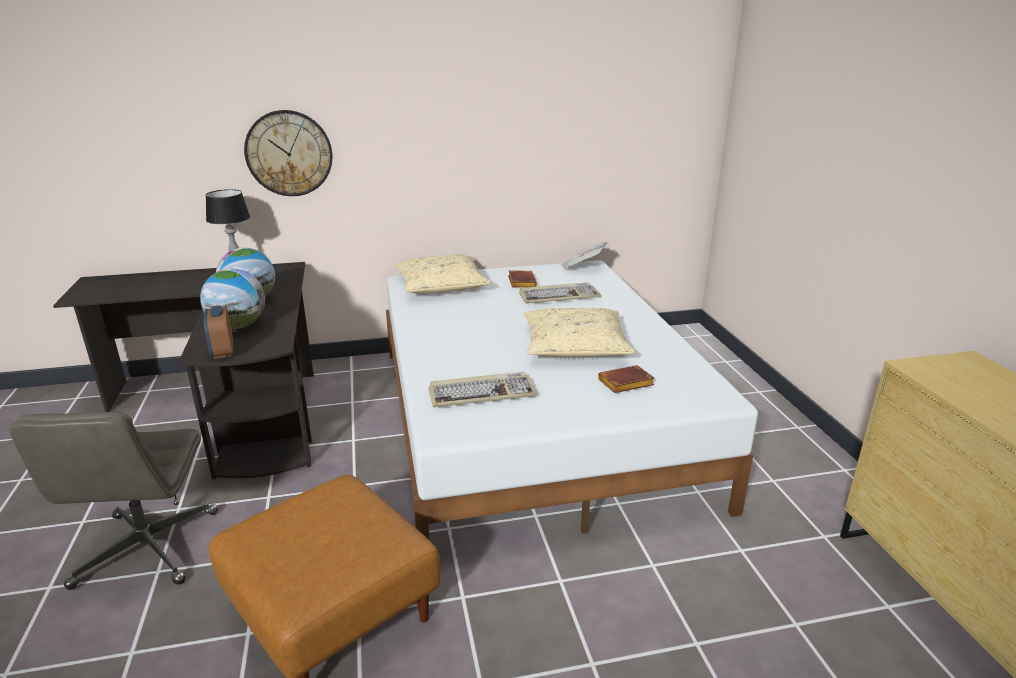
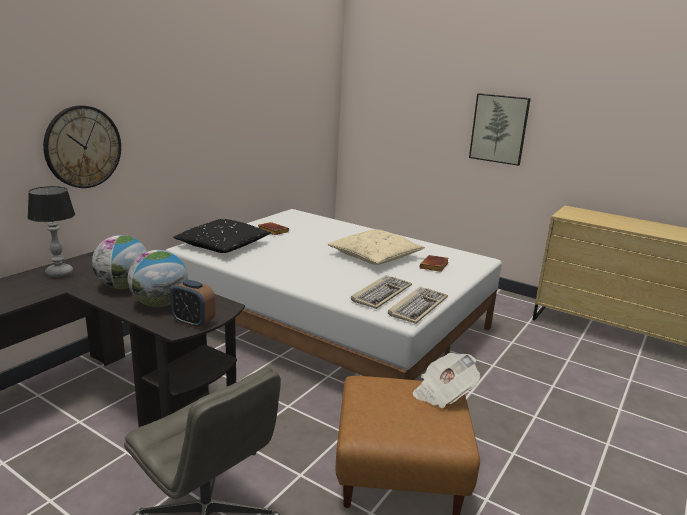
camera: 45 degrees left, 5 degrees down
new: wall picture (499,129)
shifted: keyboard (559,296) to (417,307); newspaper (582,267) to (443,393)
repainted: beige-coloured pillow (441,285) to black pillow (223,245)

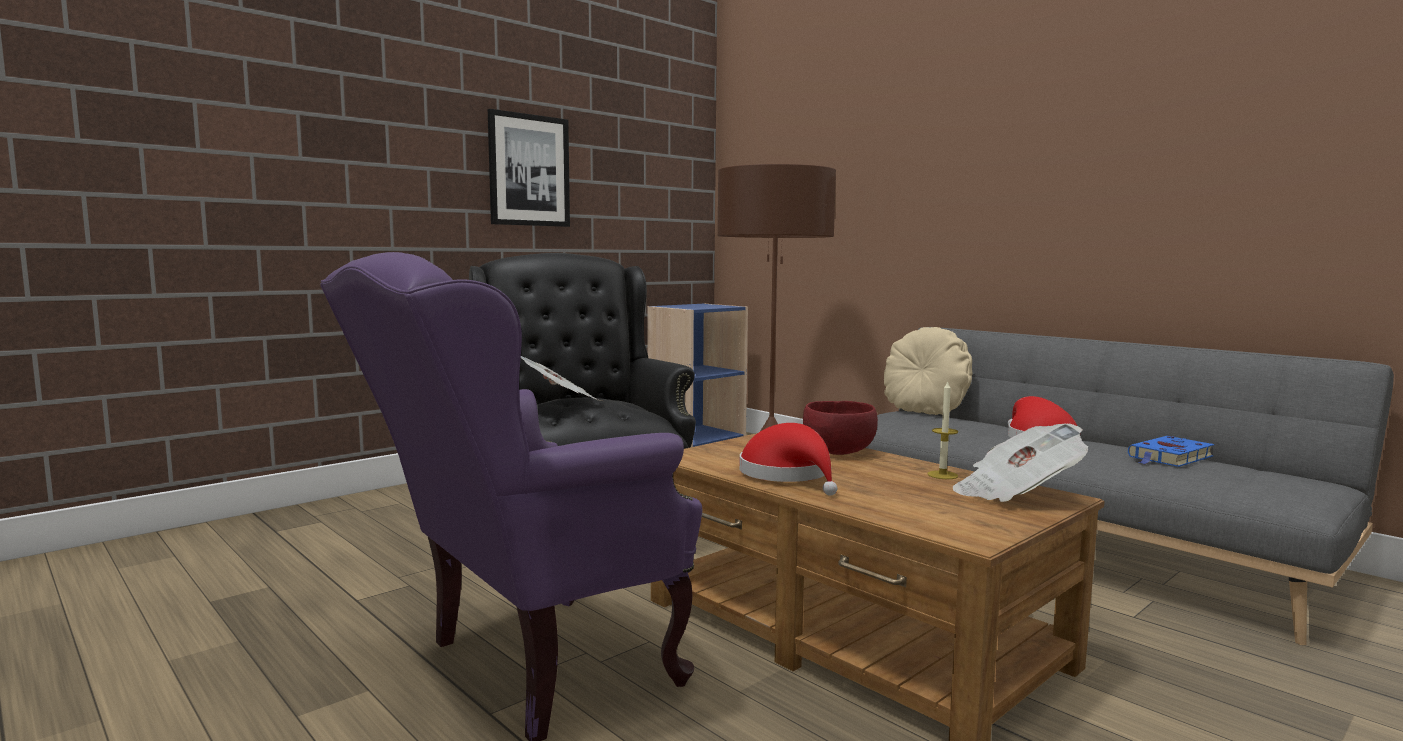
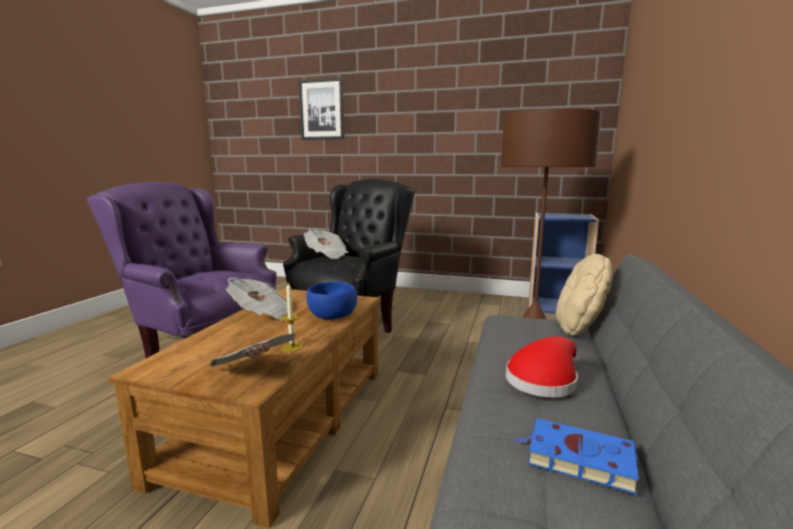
camera: 60 degrees right, 5 degrees up
shifted: wall picture (529,170) to (322,109)
swapped: reddish clothing hat (788,475) to newspaper (262,315)
repainted: reddish deep dish (839,451) to bluish deep dish (333,316)

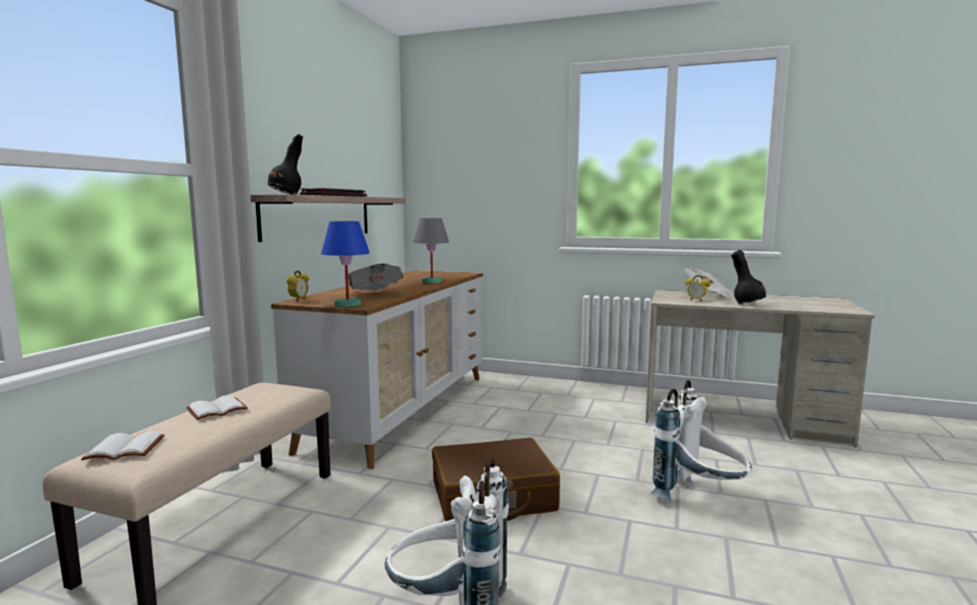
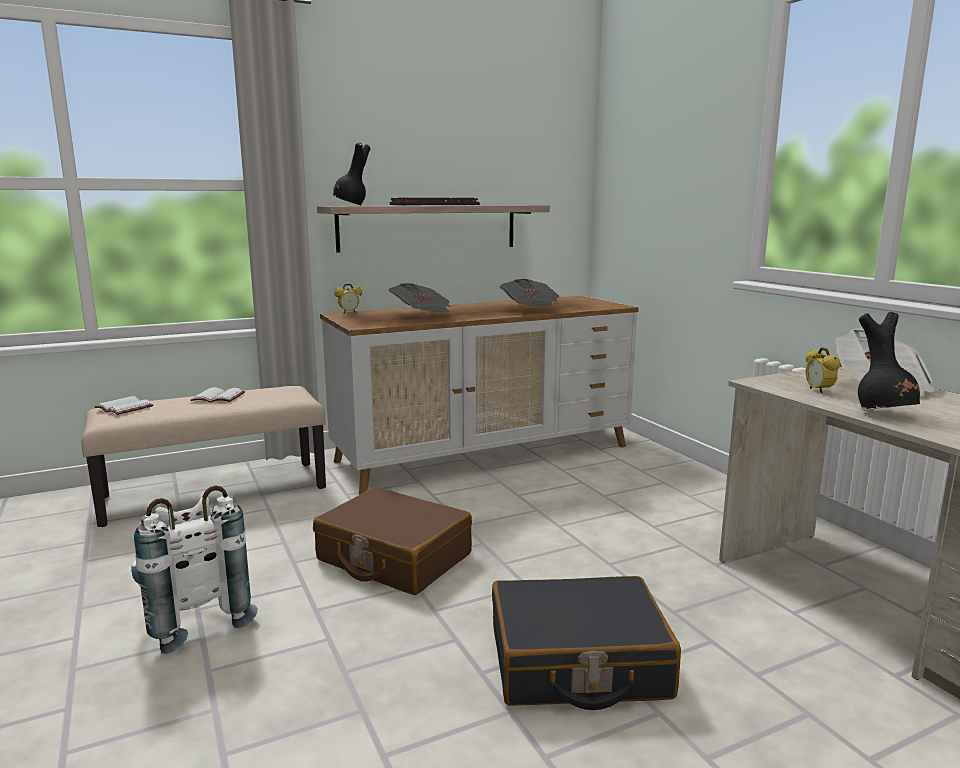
camera: 45 degrees right, 5 degrees up
gone: bluish lamp for a table (348,304)
swapped: greyish lamp for a table (431,281) to newspaper (531,310); white knapsack (699,498) to black suitcase (578,663)

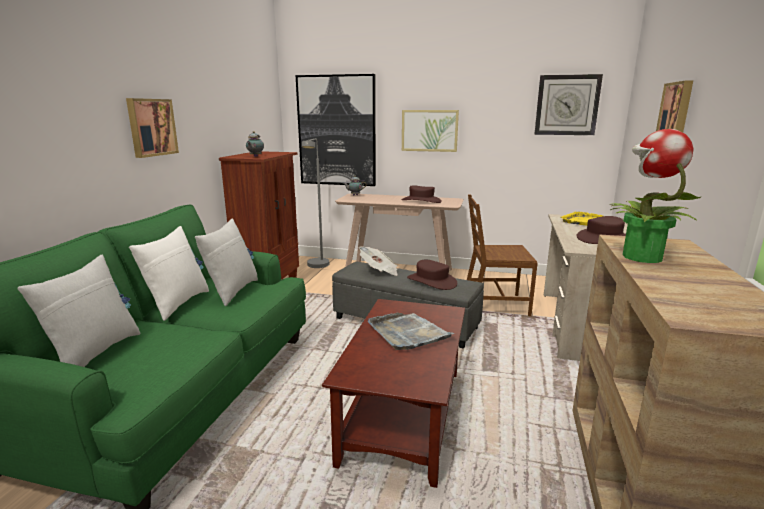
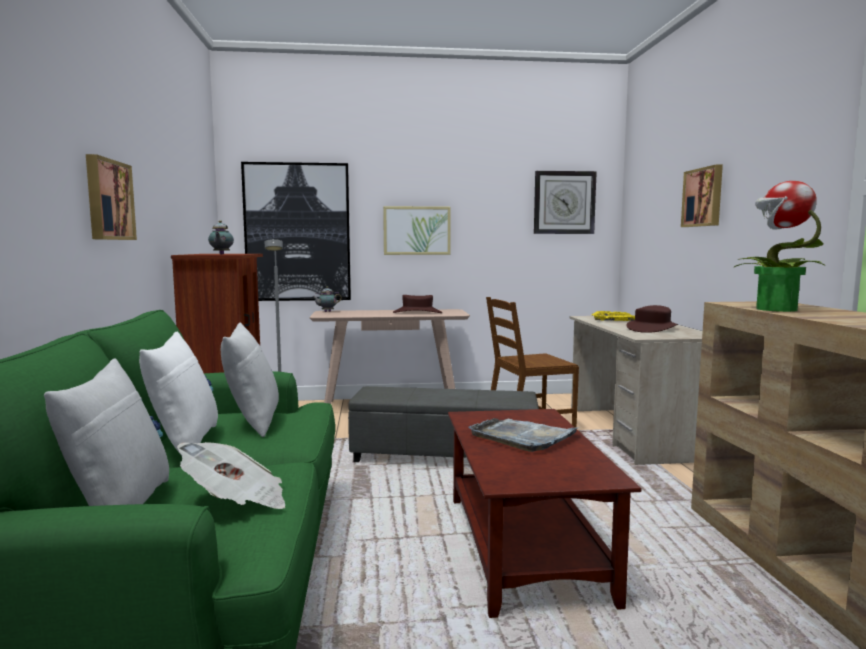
camera: 20 degrees left, 10 degrees down
gone: brownish clothing hat (432,281)
shifted: newspaper (379,271) to (237,501)

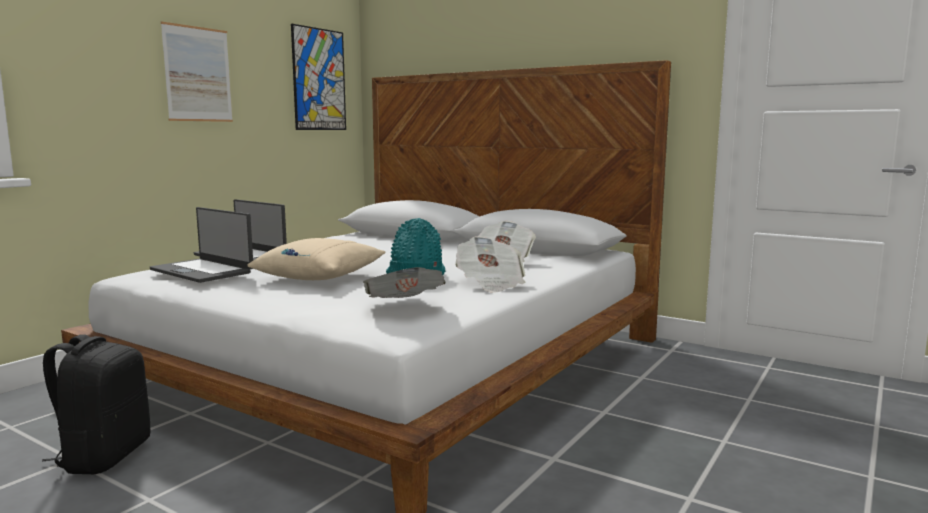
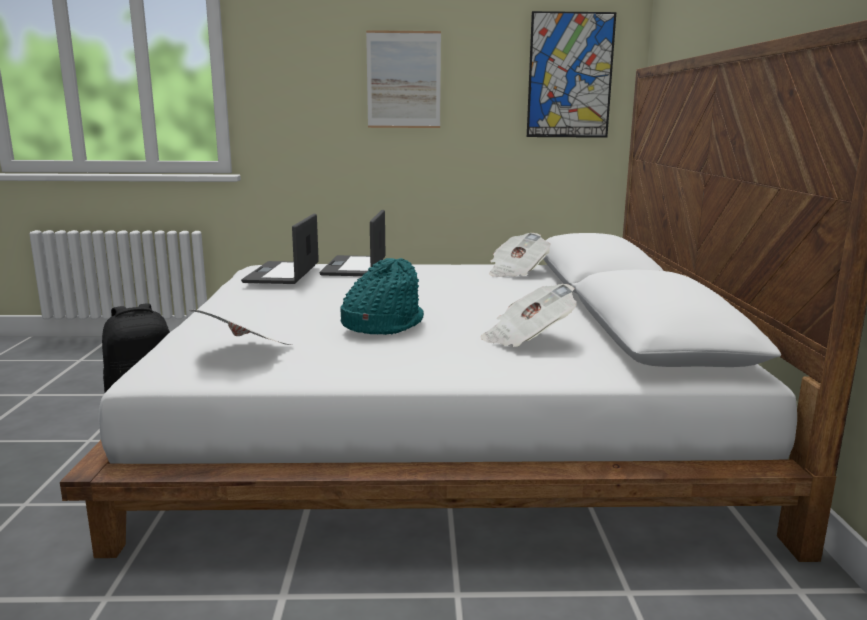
camera: 55 degrees right, 5 degrees up
gone: beige-coloured pillow (319,277)
shifted: newspaper (490,284) to (516,272)

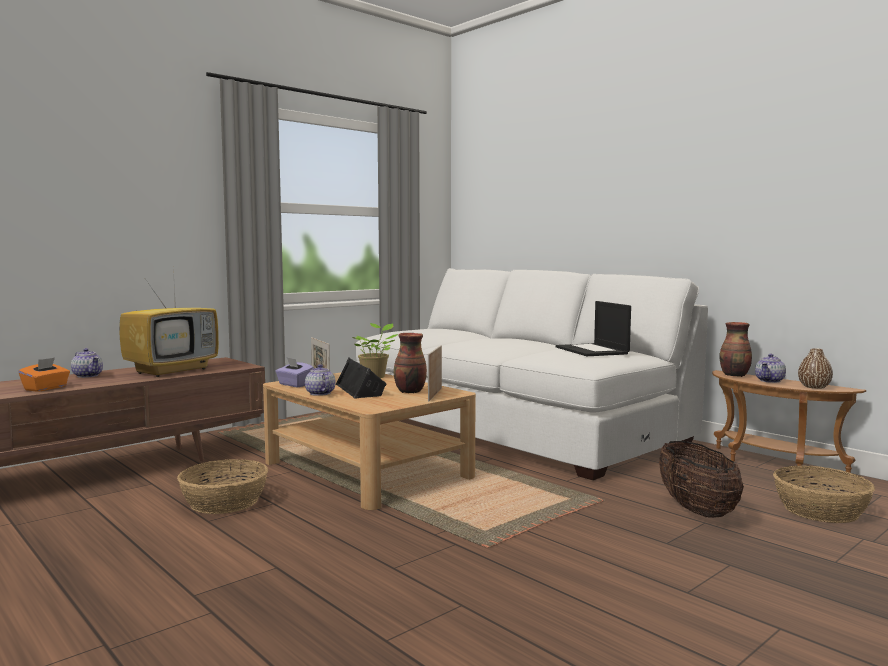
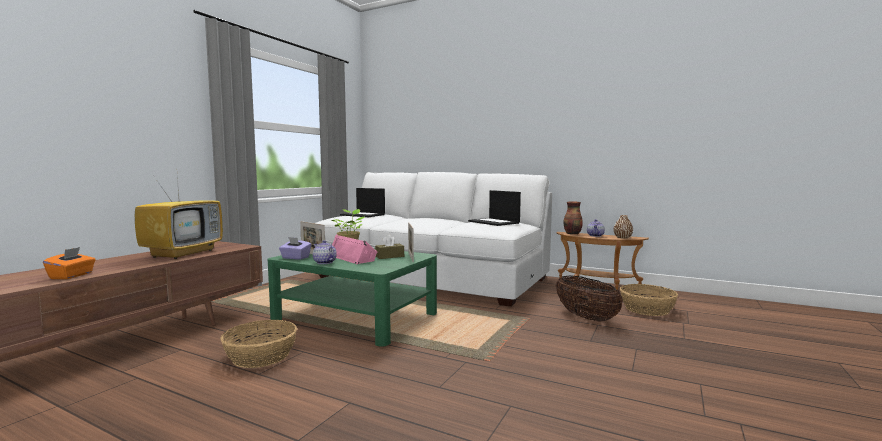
camera: 20 degrees left, 0 degrees up
gone: pot for tea (88,375)
new: notebook computer (363,215)
swapped: flower vase (409,391) to brownish tissue box (389,256)
repainted: beige-coloured coffee table (367,470) to greenish coffee table (355,317); black loudspeaker (361,389) to pink-coloured loudspeaker (352,257)

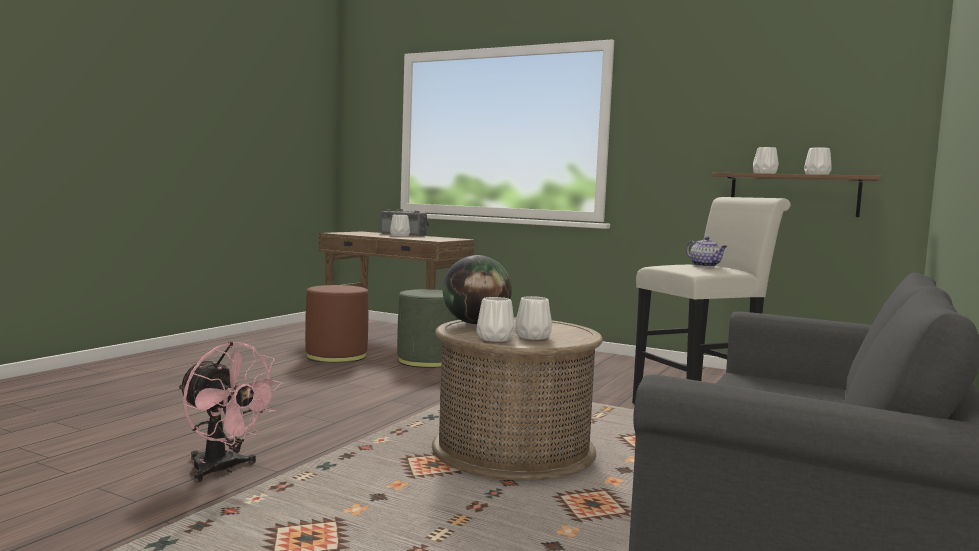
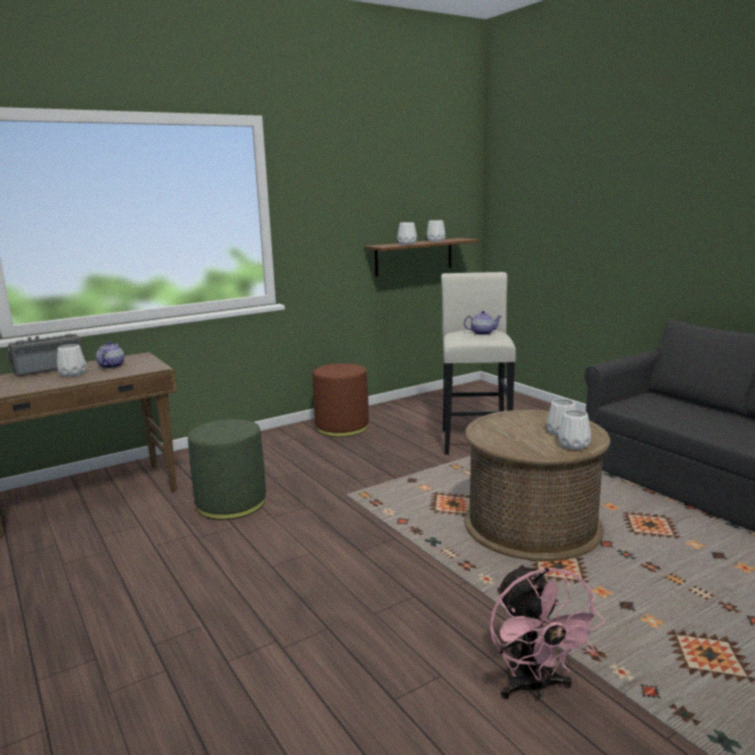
camera: 60 degrees left, 10 degrees up
gone: world globe (476,323)
new: pot for tea (111,366)
shifted: brownish ottoman (336,356) to (342,427)
rotated: pink-coloured fan (223,470) = (534,687) 105 degrees clockwise

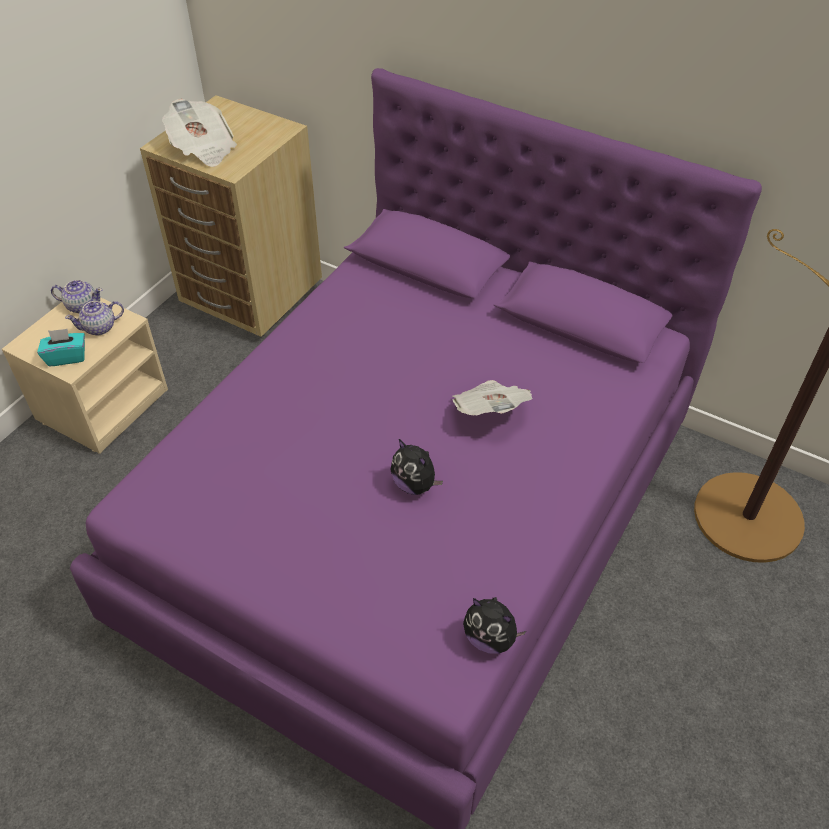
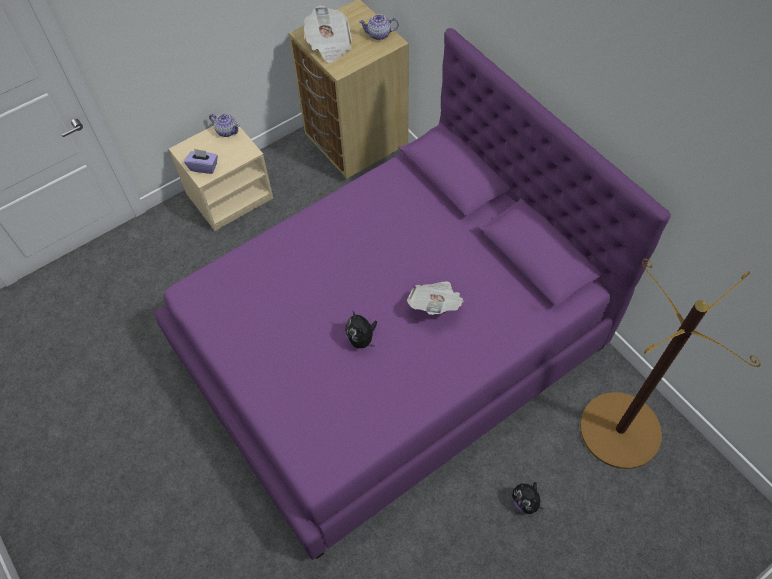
camera: 25 degrees right, 10 degrees up
shifted: pot for tea (100,328) to (379,35); cuddly toy (490,638) to (525,502)
repainted: turquoise tissue box (67,357) to purple-coloured tissue box (204,167)

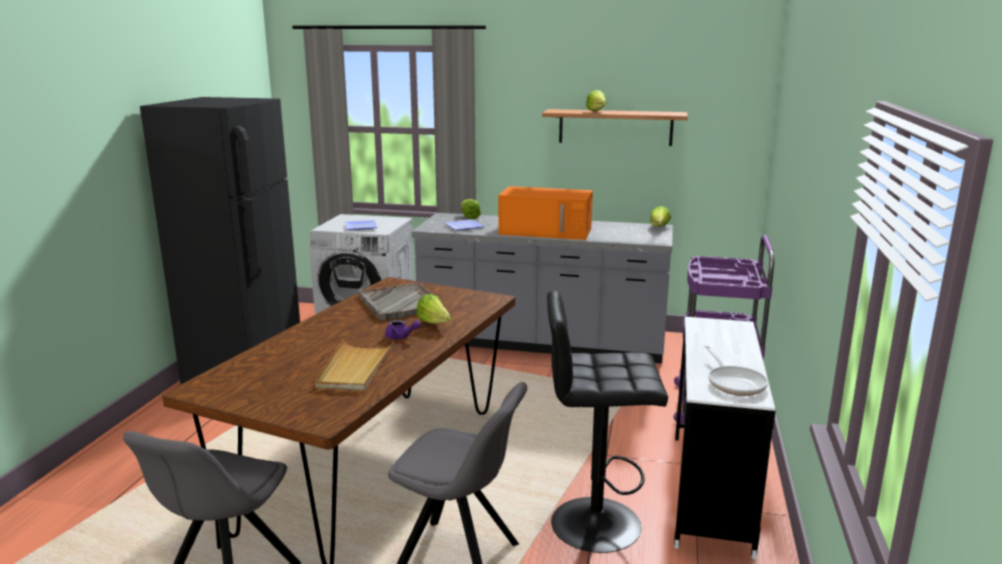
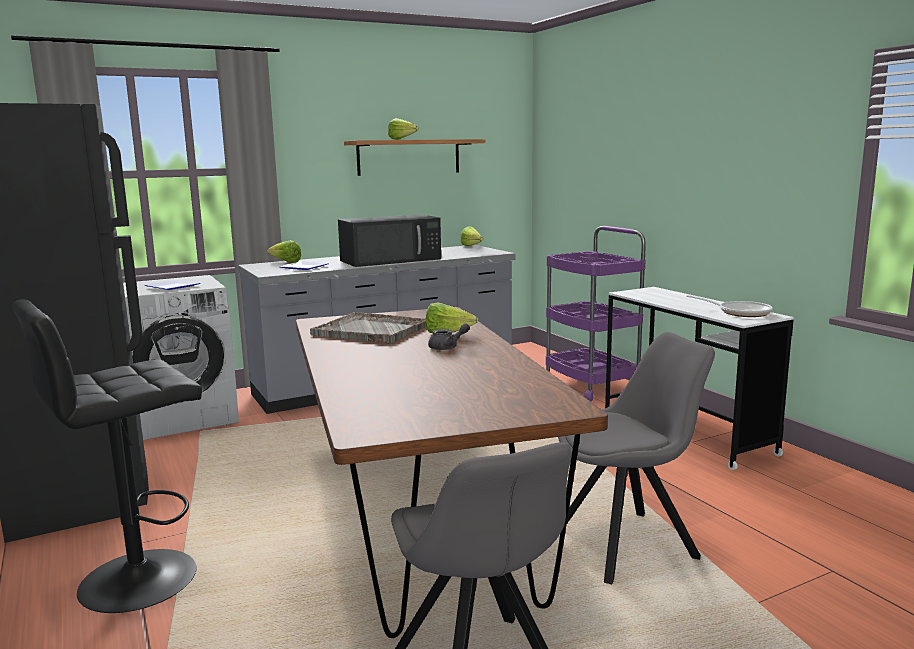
camera: 40 degrees left, 5 degrees down
gone: beige-coloured serving tray (354,368)
shifted: black stool seat (594,523) to (136,580)
repainted: purple-coloured pot for tea (401,337) to greyish pot for tea (447,347); orange kitchen microwave (547,231) to black kitchen microwave (392,259)

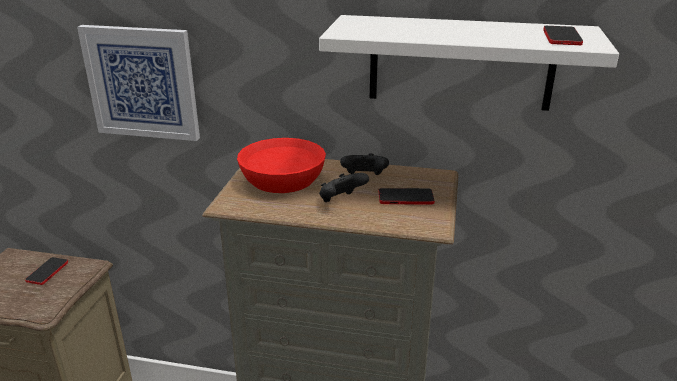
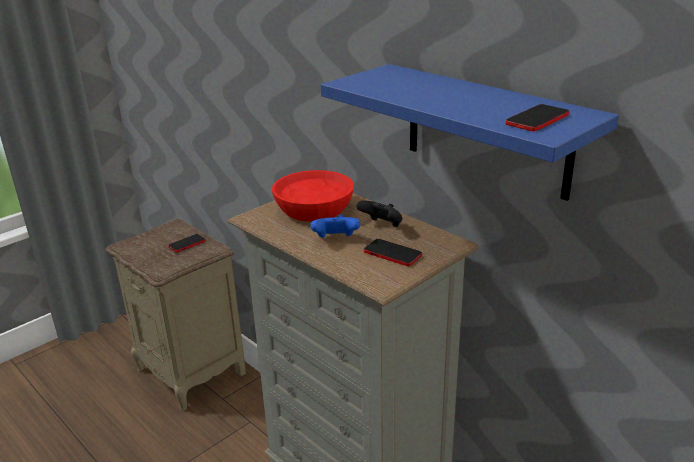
camera: 35 degrees right, 0 degrees up
gone: wall picture (142,82)
repainted: white shelf (460,63) to bluish shelf (486,130); black gamepad (341,201) to bluish gamepad (335,240)

